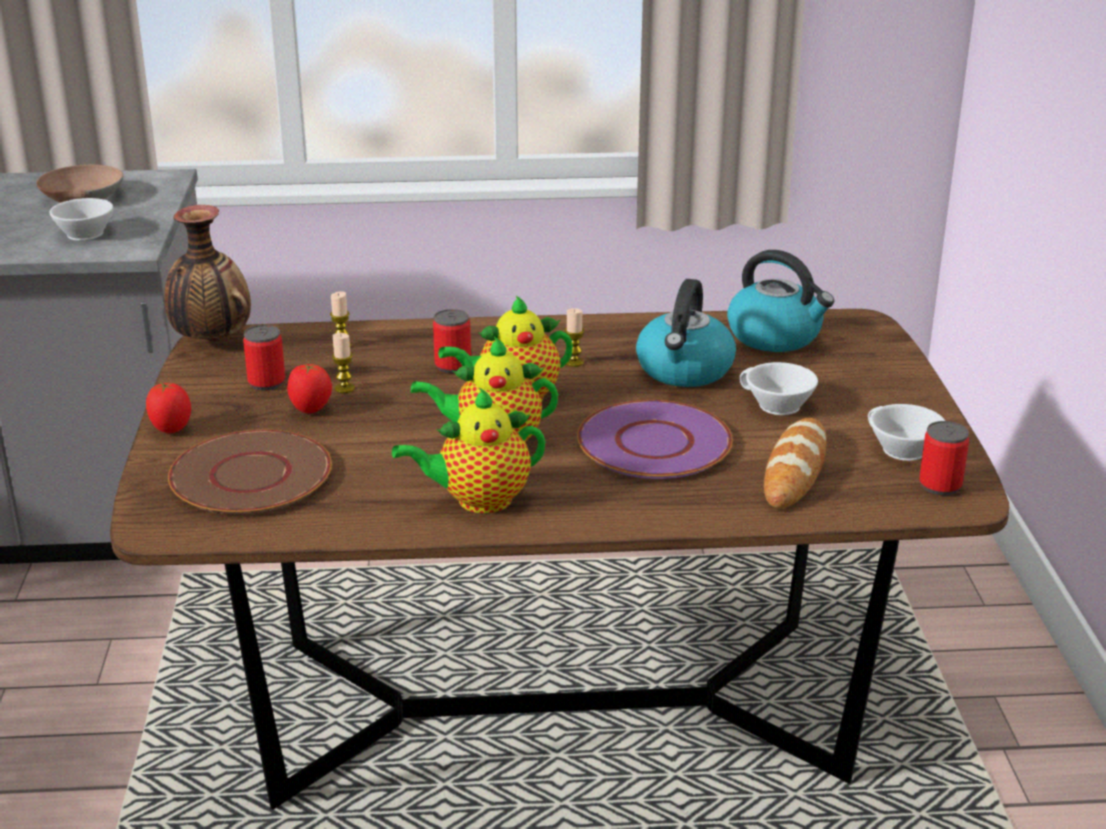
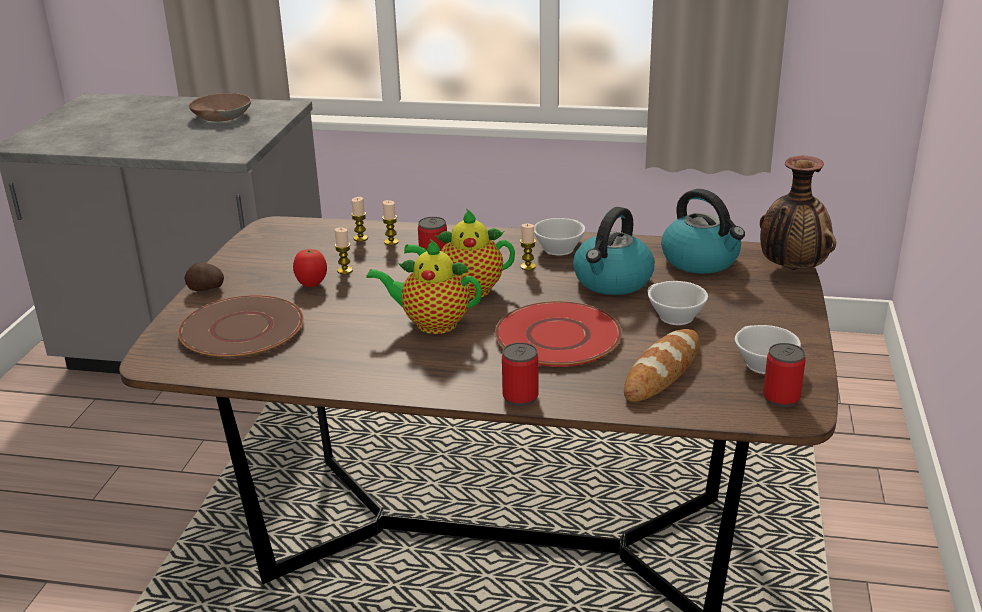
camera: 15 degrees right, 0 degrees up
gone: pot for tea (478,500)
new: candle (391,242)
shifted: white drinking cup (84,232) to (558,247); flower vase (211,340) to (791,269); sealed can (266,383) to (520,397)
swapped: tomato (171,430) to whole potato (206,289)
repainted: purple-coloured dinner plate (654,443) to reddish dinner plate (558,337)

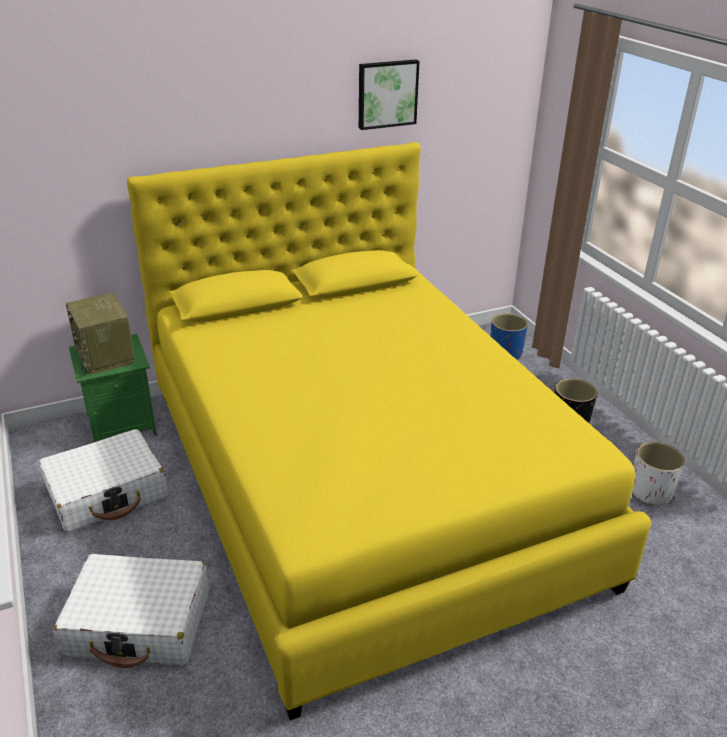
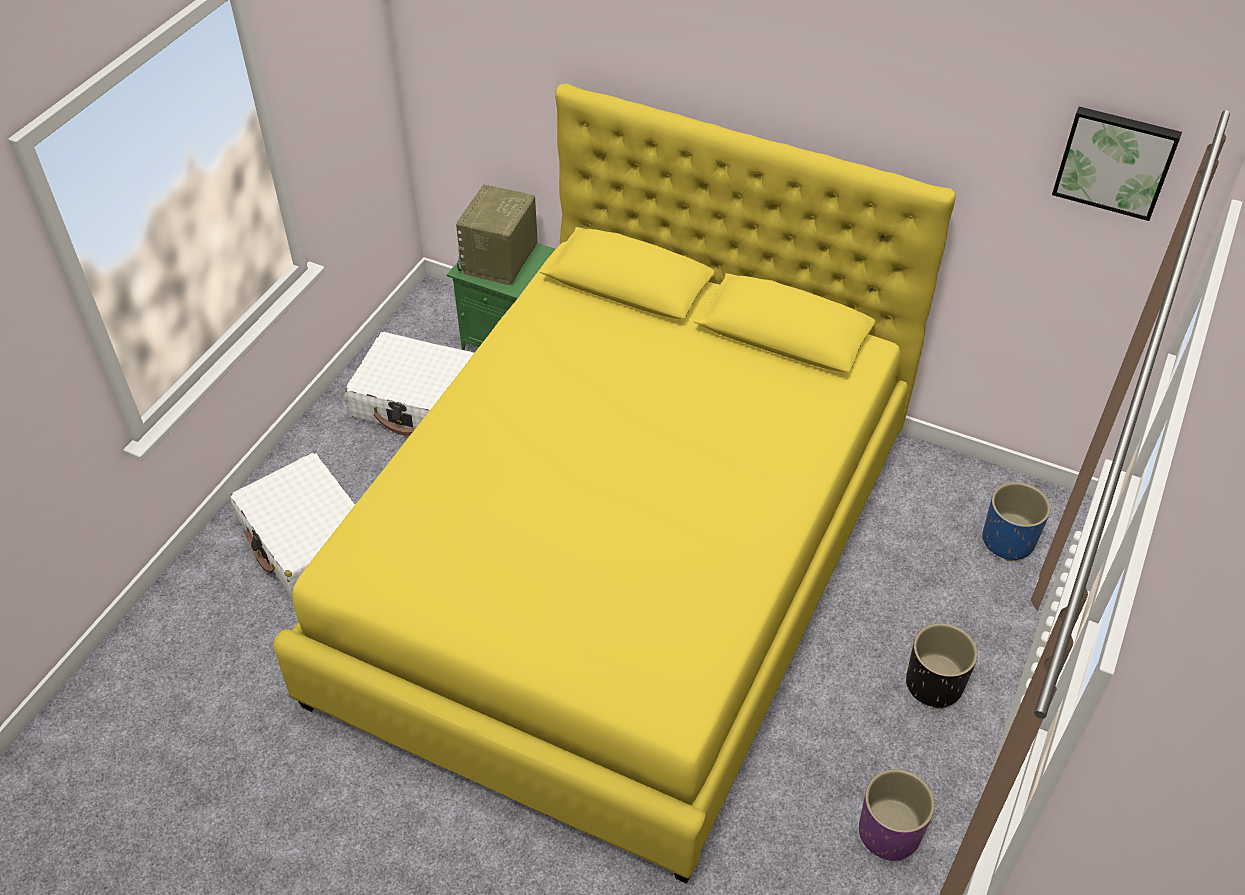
camera: 50 degrees right, 15 degrees up
shifted: wall picture (387,94) to (1115,161)
repainted: white planter (650,492) to purple-coloured planter (889,832)

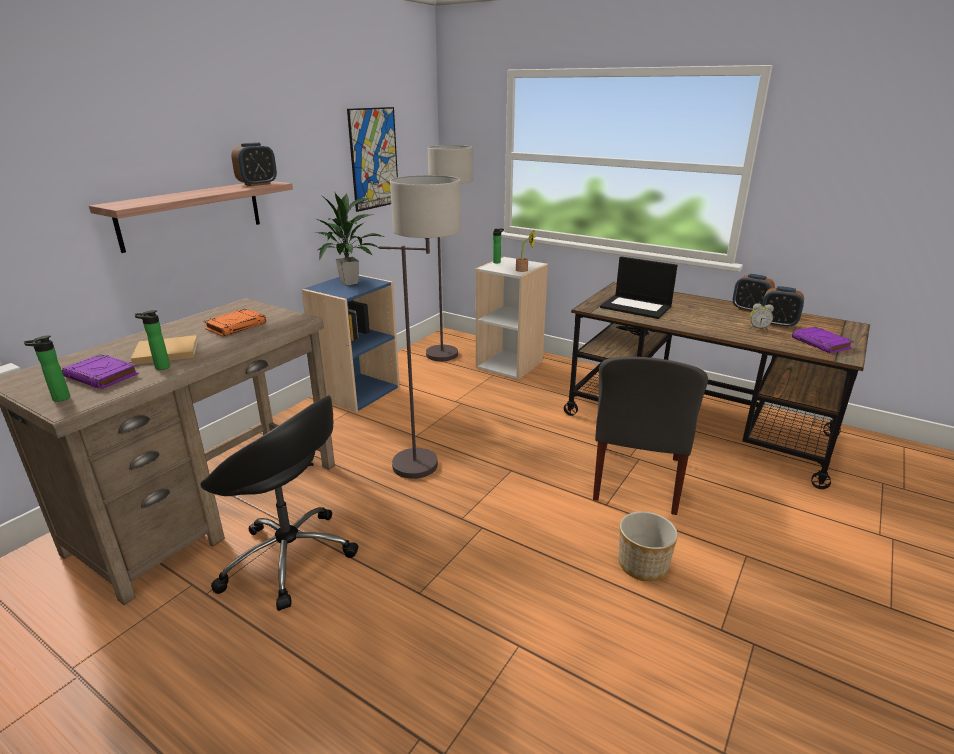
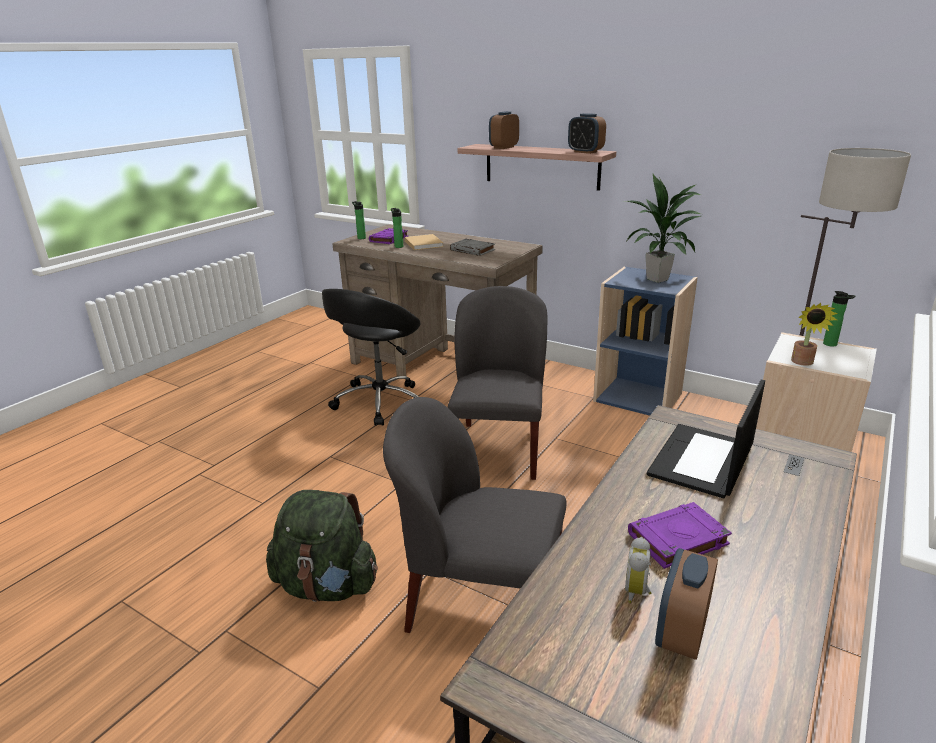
camera: 90 degrees right, 0 degrees up
gone: wall picture (374,159)
shifted: alarm clock (749,309) to (504,147); purple-coloured book (821,343) to (677,539)
swapped: greyish standard lamp (428,466) to greyish chair (498,449); planter (642,565) to greenish knapsack (327,585)
repainted: orange book (236,326) to greyish book (473,250)

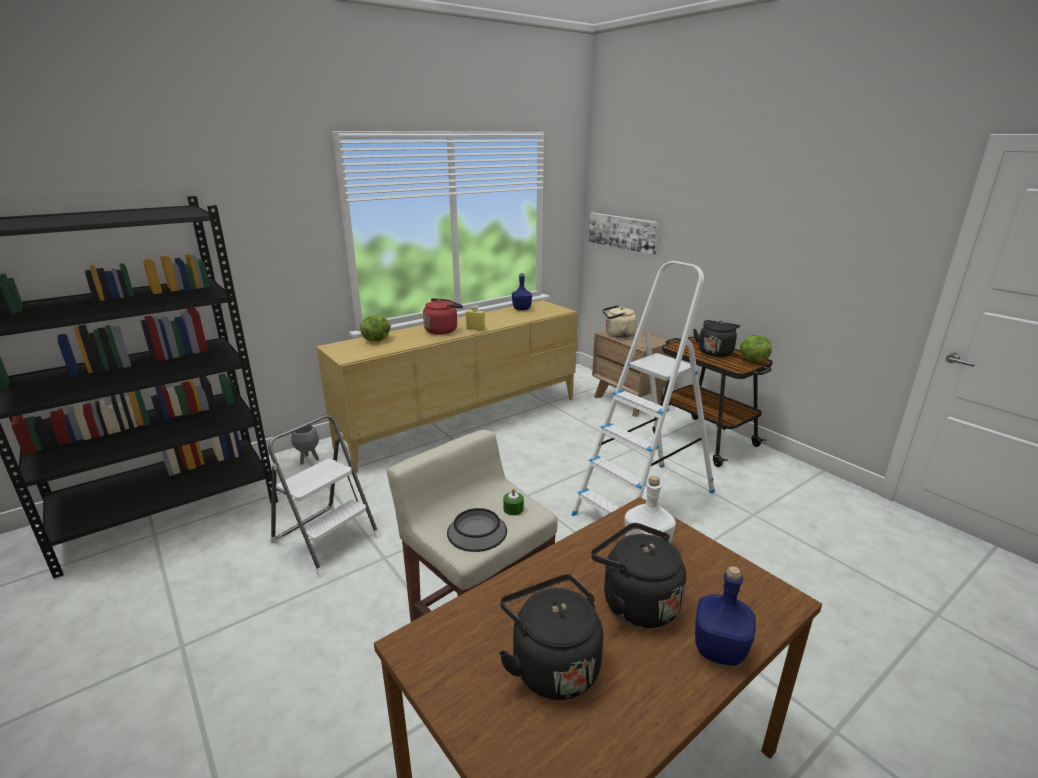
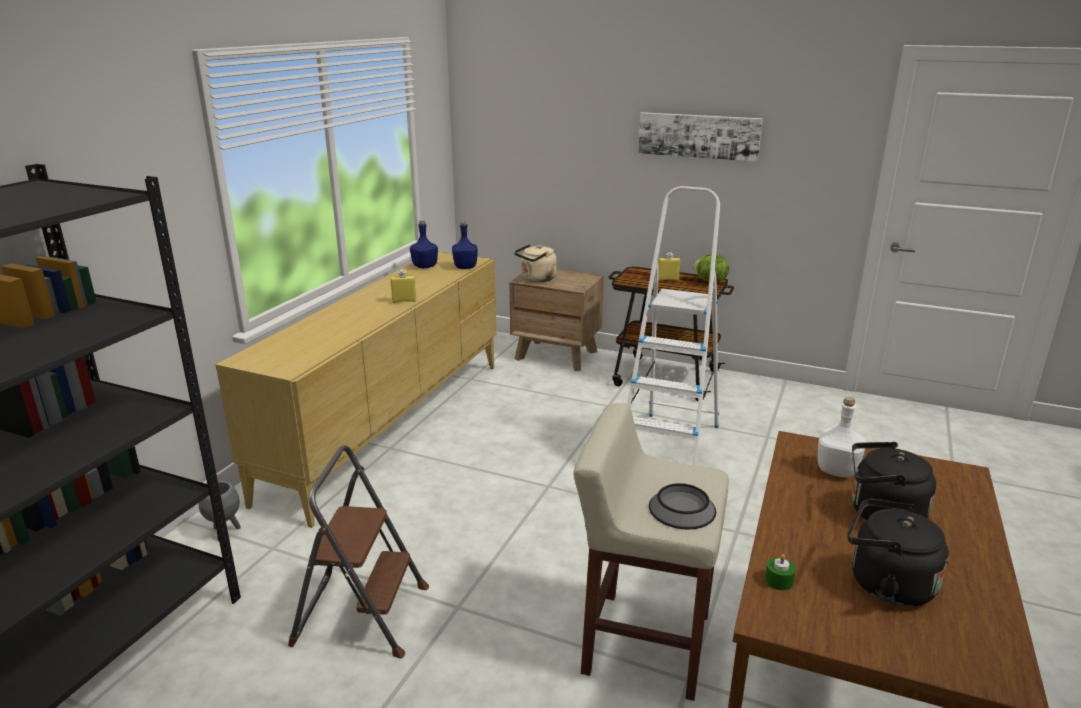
camera: 30 degrees left, 0 degrees up
gone: lettuce head (376,340); reddish tea kettle (442,330)
shifted: greenish candle (513,509) to (779,581); wall picture (622,232) to (698,136); bluish bottle (719,649) to (465,267)
swapped: black tea kettle (715,352) to yellow bottle (668,279)
repainted: white step ladder (324,537) to brownish step ladder (356,613)

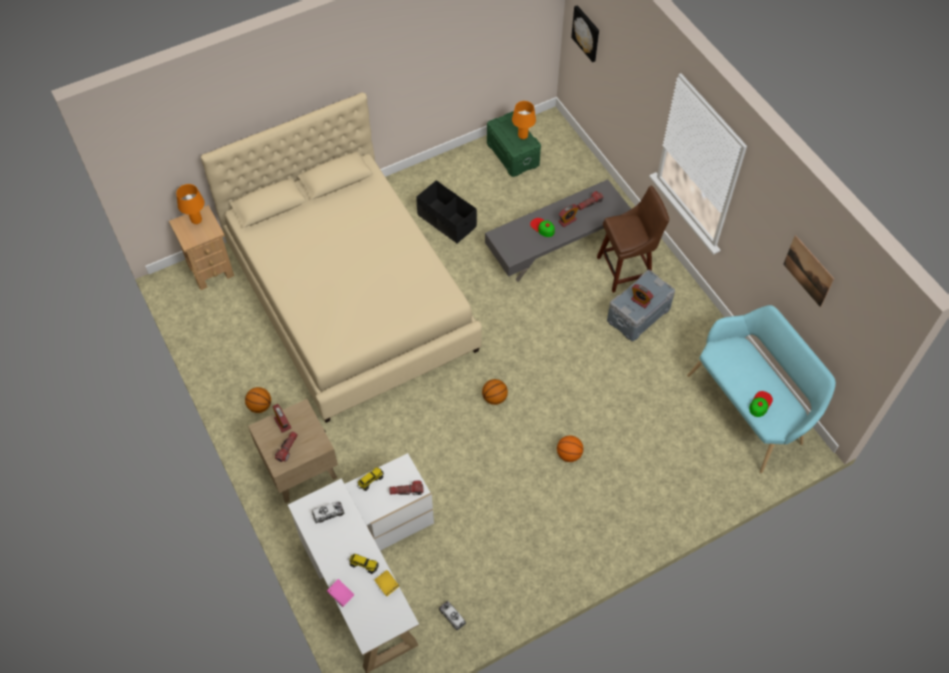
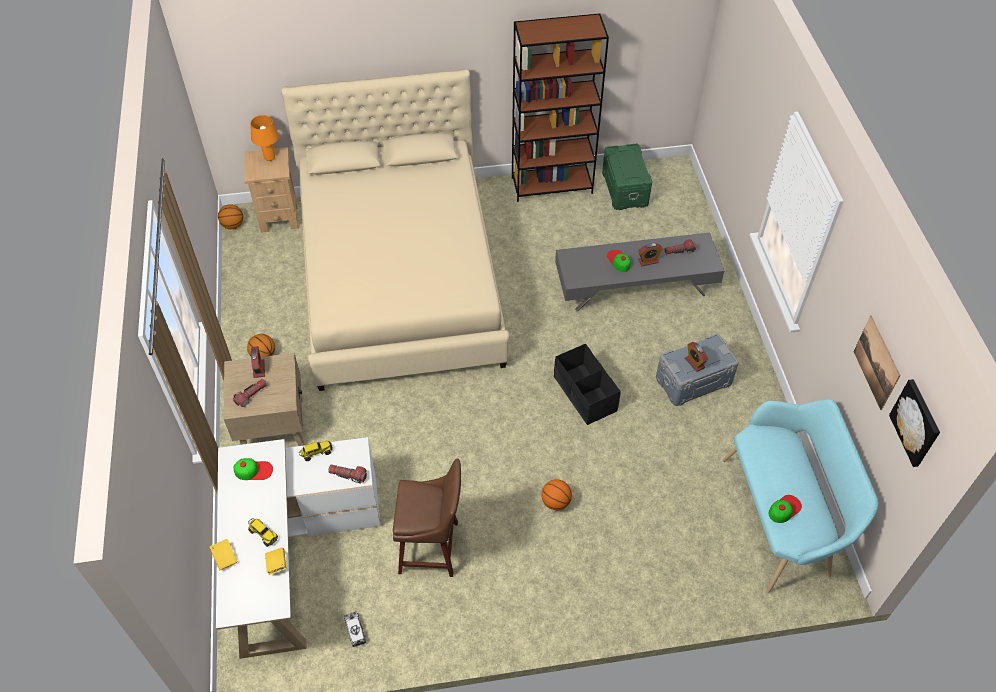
camera: 20 degrees right, 5 degrees down
gone: orange lamp for a table (523,136)
new: brownish bookcase (552,185)
shifted: black storage container (446,221) to (584,394); basketball ball (494,398) to (233,225); wall picture (586,33) to (916,422); brownish chair (627,269) to (432,548)
swapped: toy lorry (328,514) to peaked cap (253,470)
repainted: pink-coloured book (341,595) to yellow book (225,557)

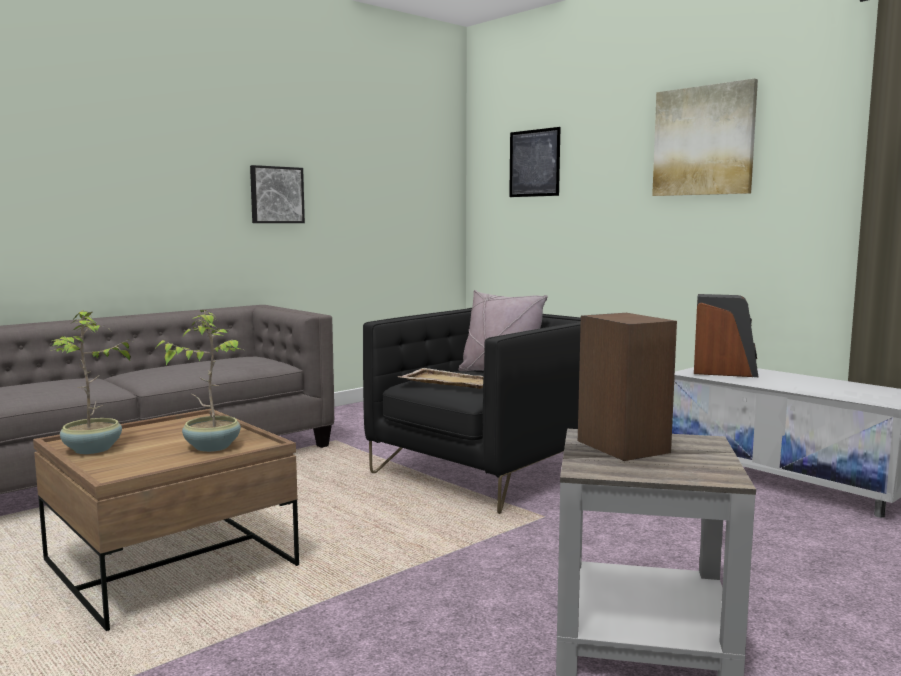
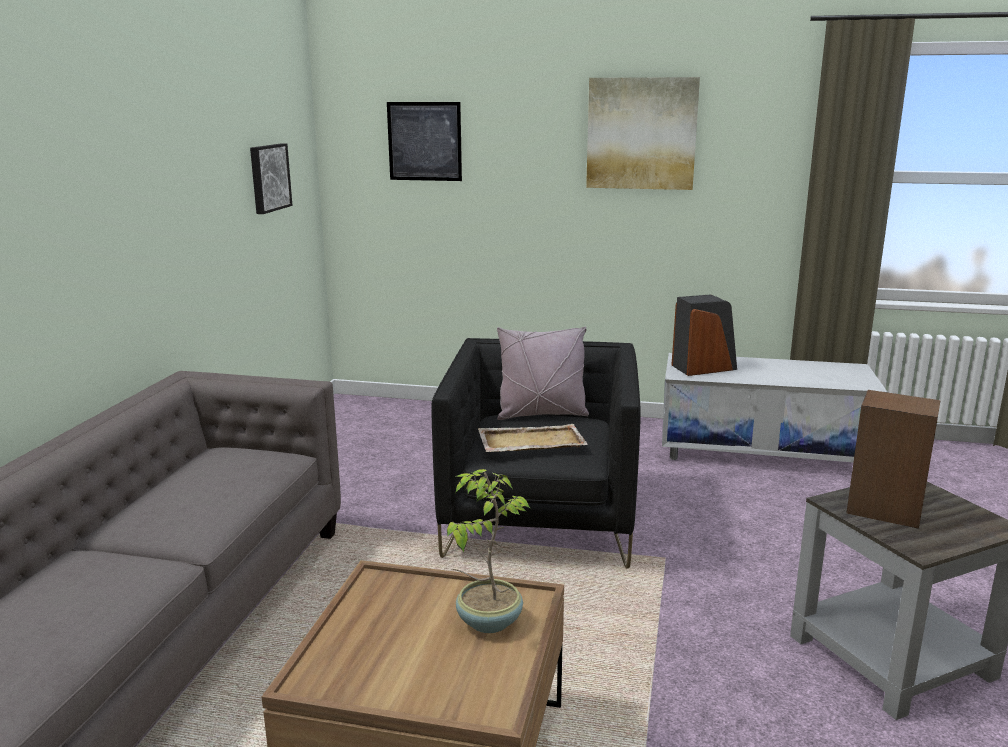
camera: 35 degrees left, 10 degrees up
gone: plant in a pot (92,450)
shifted: wall picture (276,195) to (268,178)

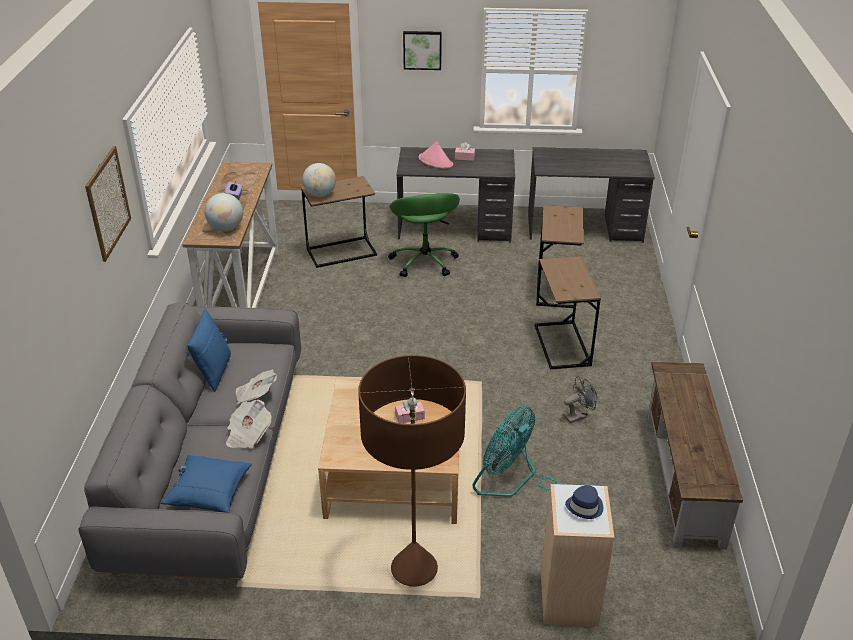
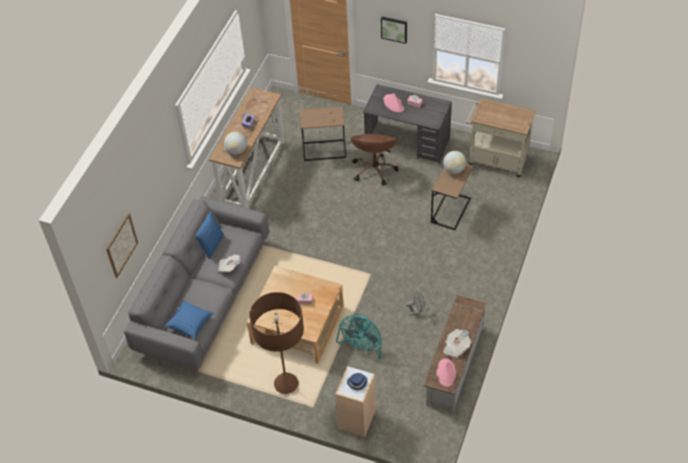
camera: 20 degrees right, 15 degrees up
gone: brownish accent table (562,345)
new: pink-coloured clothing hat (446,373)
shifted: wall picture (107,202) to (121,245); newspaper (248,435) to (456,347); world globe (320,194) to (454,170)
swapped: greyish desk (584,228) to beige-coloured wheeled cart (496,160)
repainted: greenish office chair (424,263) to brownish office chair (374,171)
rotated: turquoise fan (515,477) = (361,343) 120 degrees counterclockwise

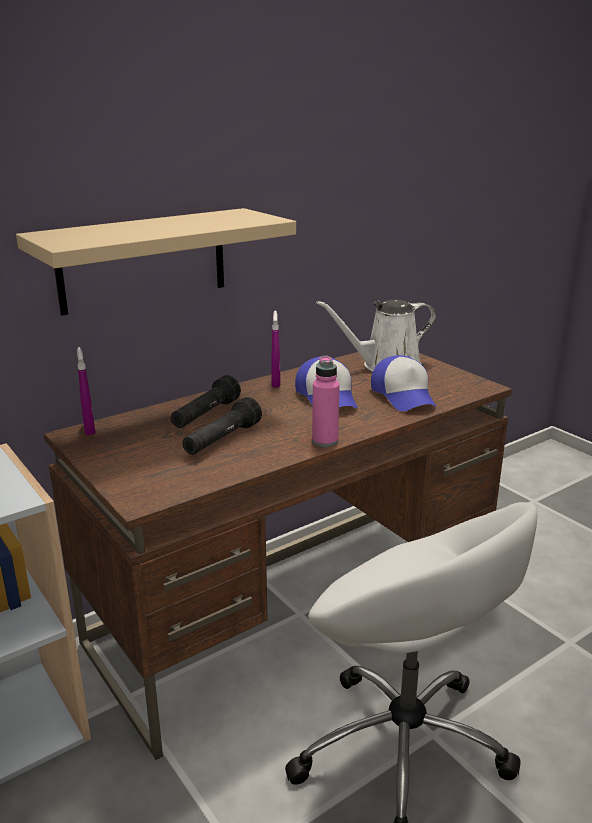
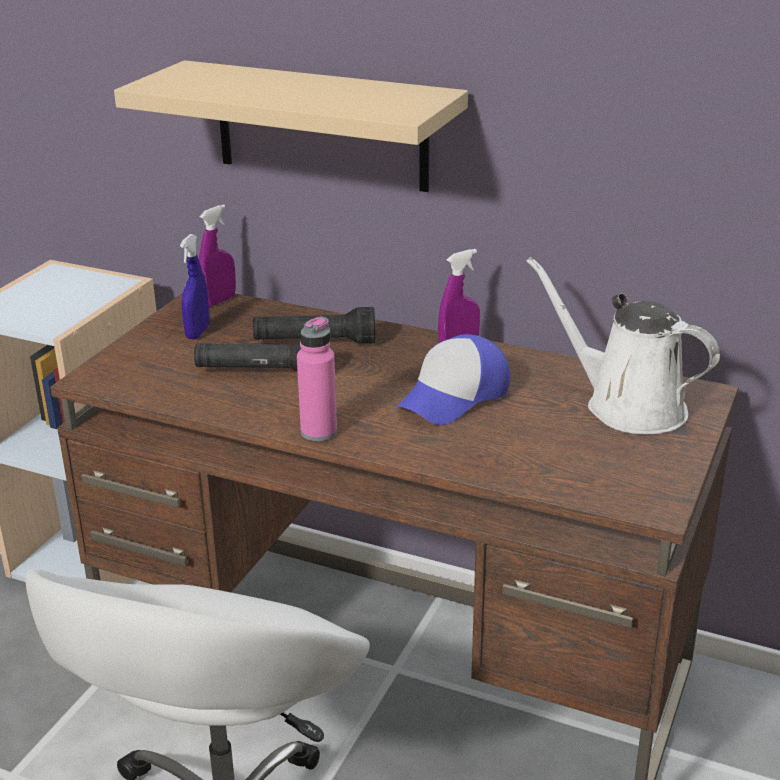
camera: 60 degrees right, 5 degrees up
gone: peaked cap (404,396)
new: bluish hand sprayer (198,332)

